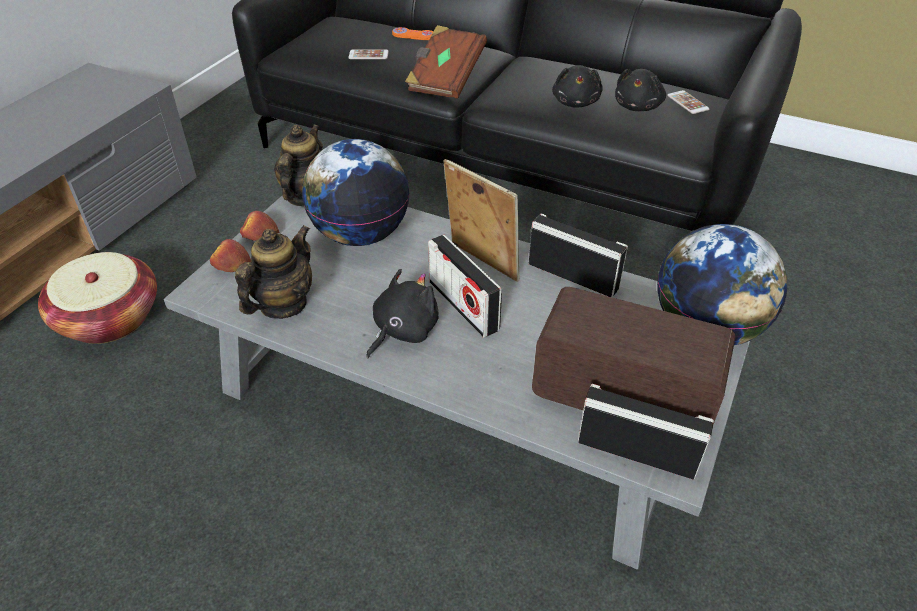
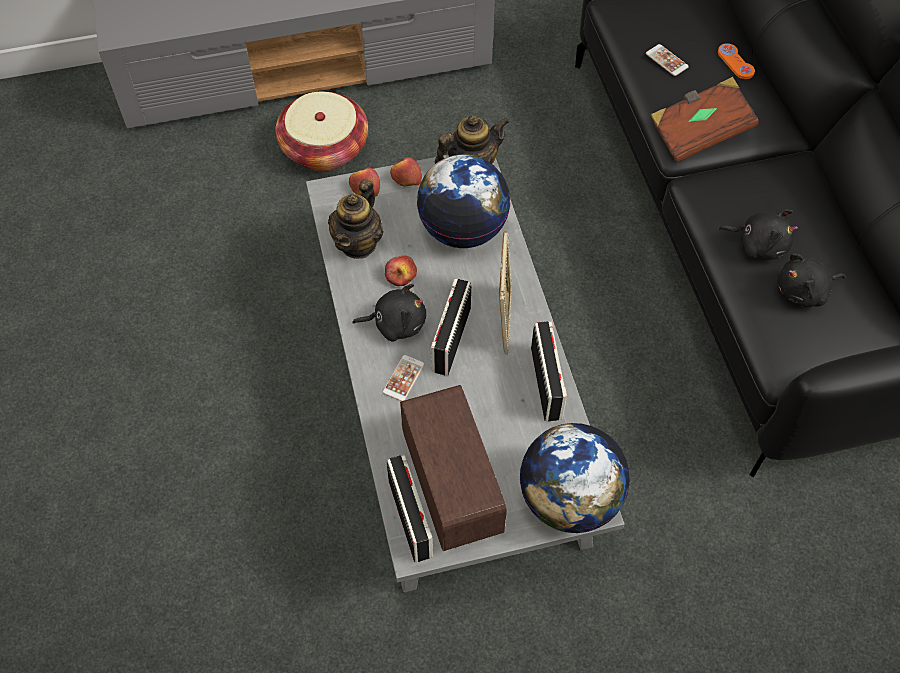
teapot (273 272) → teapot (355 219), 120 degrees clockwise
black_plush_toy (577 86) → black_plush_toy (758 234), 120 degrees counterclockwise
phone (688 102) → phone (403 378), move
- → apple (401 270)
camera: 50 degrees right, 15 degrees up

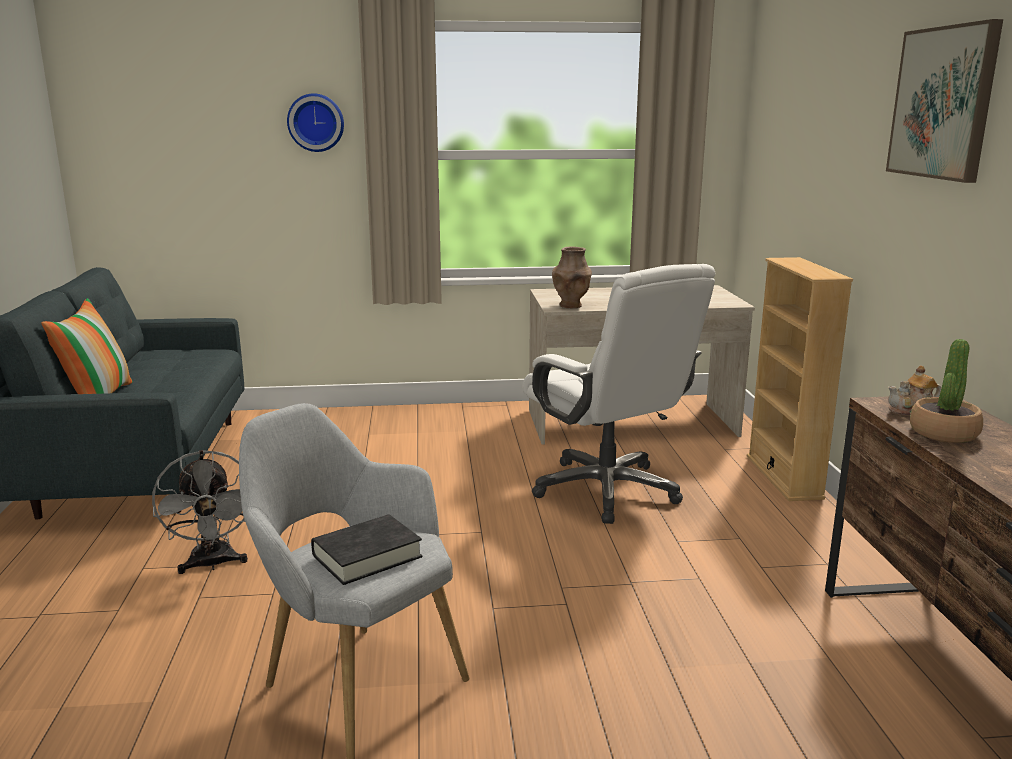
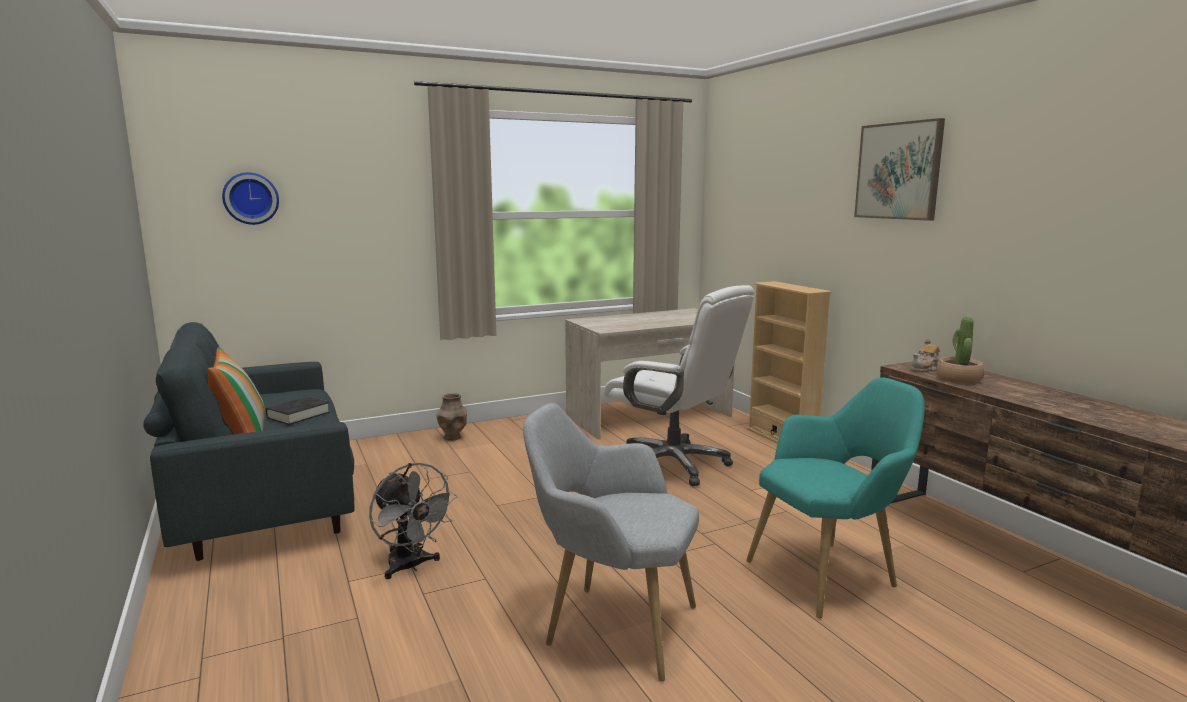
wall_clock (315 123) → wall_clock (250 198), move
black_book (366 550) → black_book (298 411), move
brown_vase (572 277) → brown_vase (451 417), move
- → turquoise_armchair (835 497)
camera: 20 degrees left, 5 degrees down

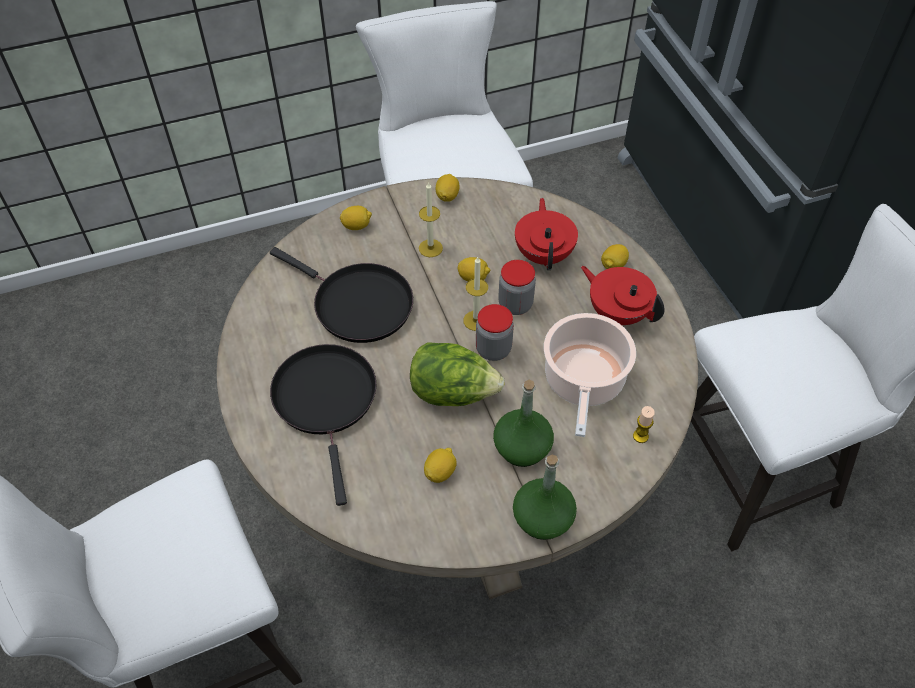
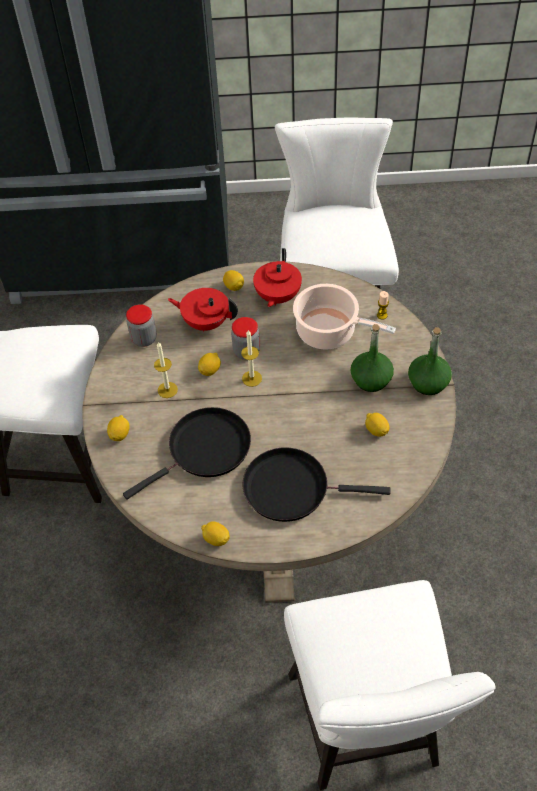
lettuce (457 374) → -
lemon (448 187) → lemon (215 534), move
jar (495 332) → jar (141 325), move
red_teapot (623 295) → red_teapot (277 277), 45 degrees counterclockwise
camera: 70 degrees left, 0 degrees up

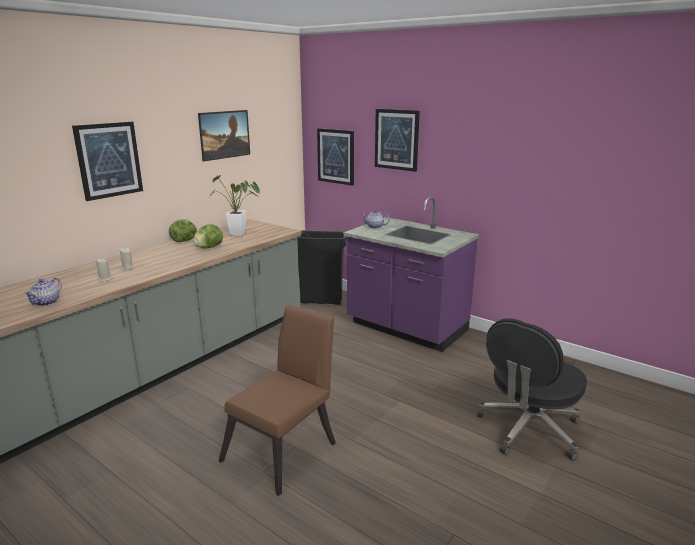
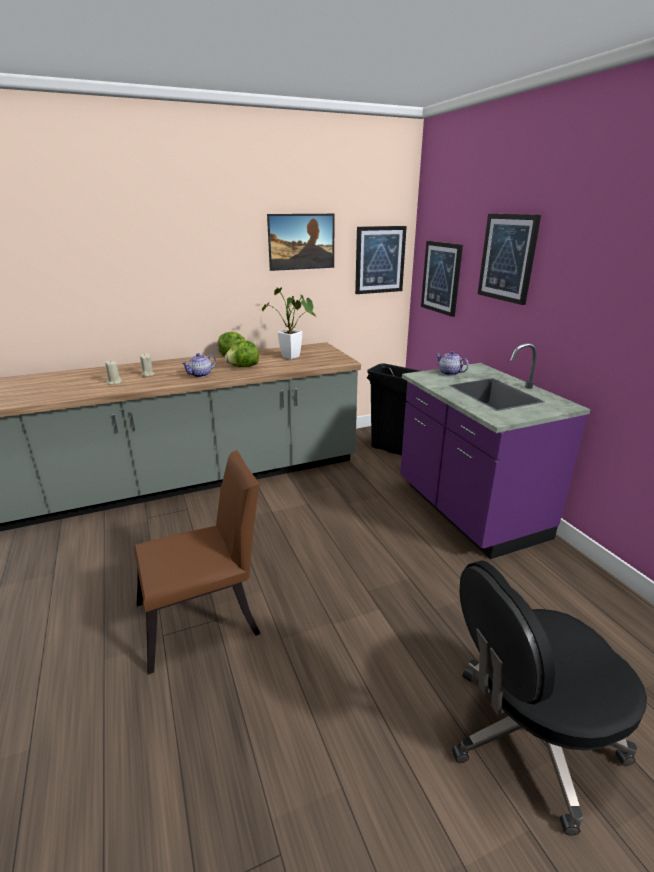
teapot (42 291) → teapot (199 365), move
picture (107 161) → picture (381 260), move
camera: 30 degrees right, 5 degrees up

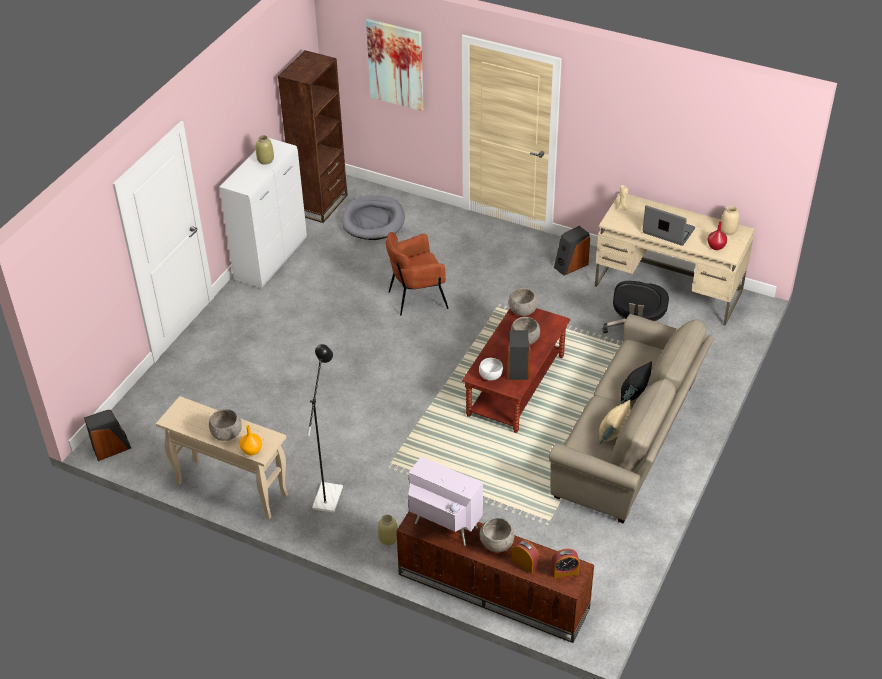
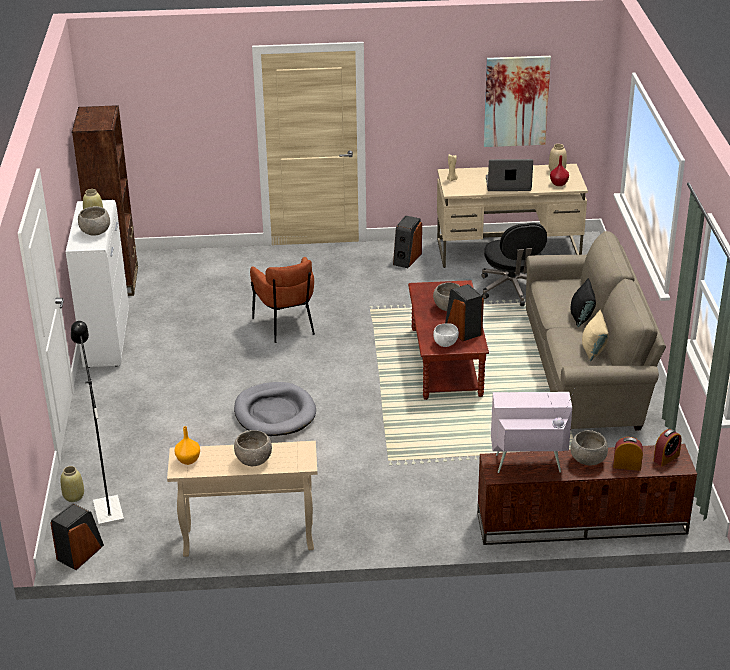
orange_vase (251 440) → orange_vase (187 445), move
black_floor_lamp (325 428) → black_floor_lamp (97 423), move
grey_dog_bed (373 217) → grey_dog_bed (275 409), move
picture (394 65) → picture (517 101), move
beige_vase (388 530) → beige_vase (72 484), move
brown_armchair (417 273) → brown_armchair (282 300), 60 degrees counterclockwise
grey_bowl (523 302) → grey_bowl (94 221), move
camera: 30 degrees left, 10 degrees down

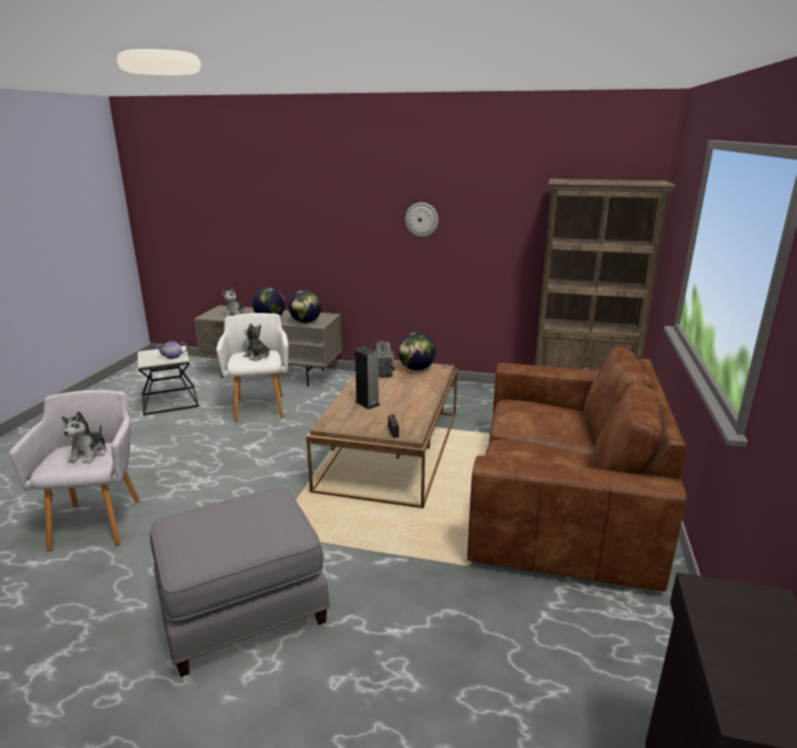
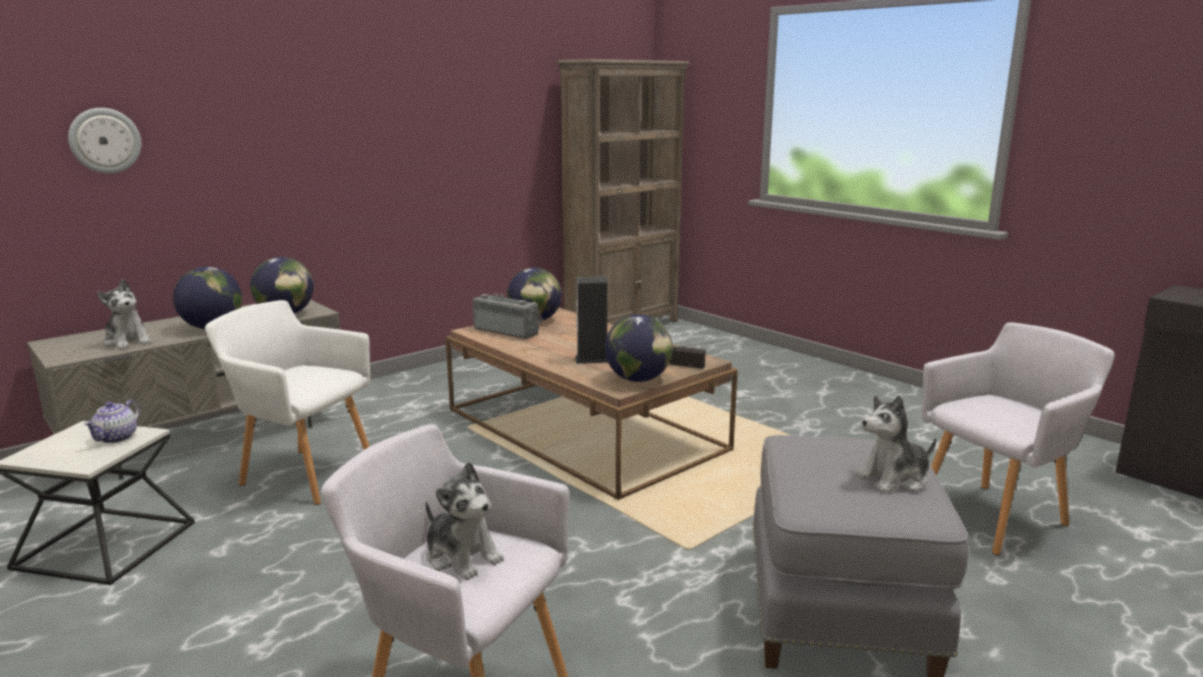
plush_toy (256 342) → plush_toy (895 444), move
wall_clock (422 219) → wall_clock (104 141), move
brown_sofa (577 469) → -
- → globe (639 348)
- → grey_armchair (1018 438)
camera: 55 degrees left, 5 degrees down

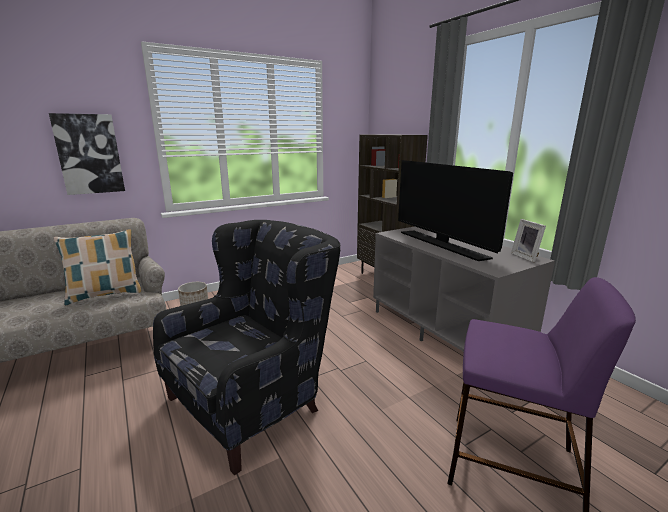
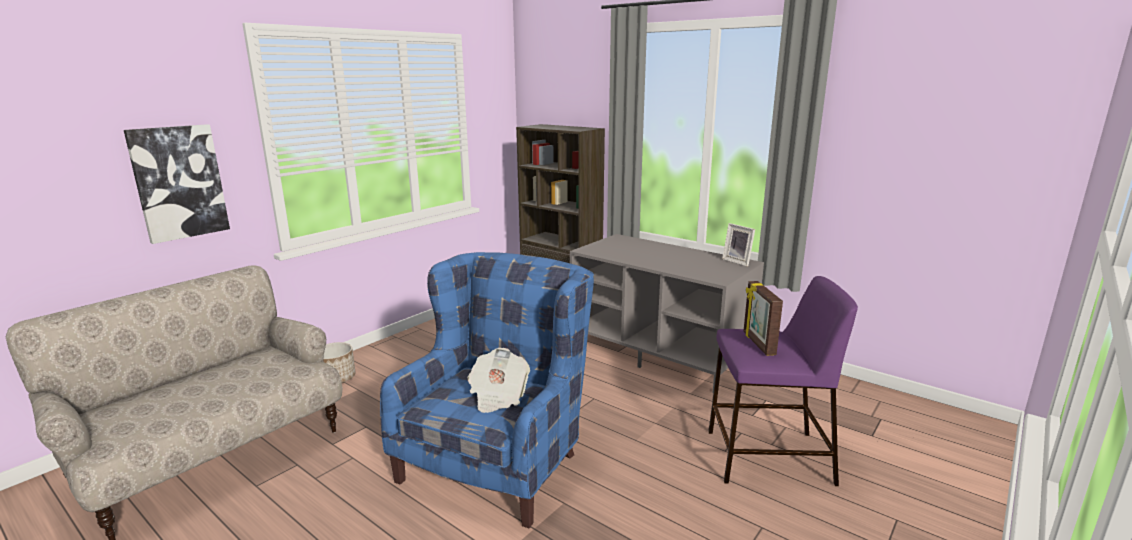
pillow (97 267) → -
black_armchair (246 348) → blue_armchair (487 390)
television (455 210) → -
- → newspaper (499 380)
- → picture_frame (763 318)
camera: 20 degrees left, 0 degrees up

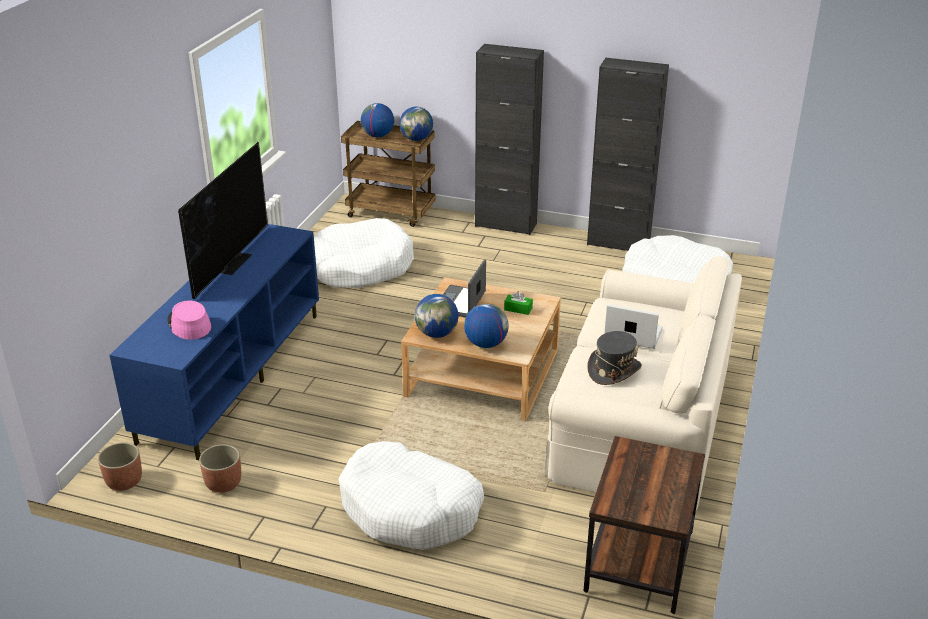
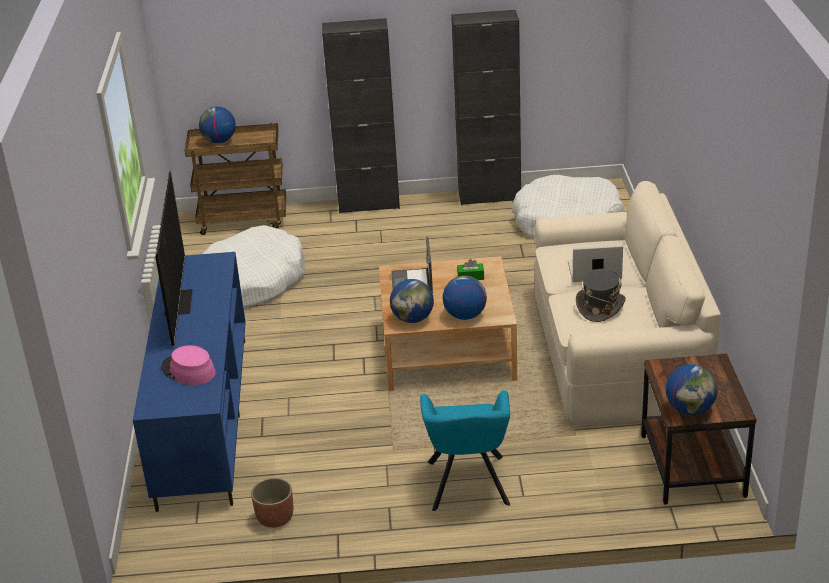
planter (120 466) → -
white_dog_bed (411 495) → turquoise_armchair (465 450)
globe (416 124) → globe (691 389), move
camera: 20 degrees left, 0 degrees up

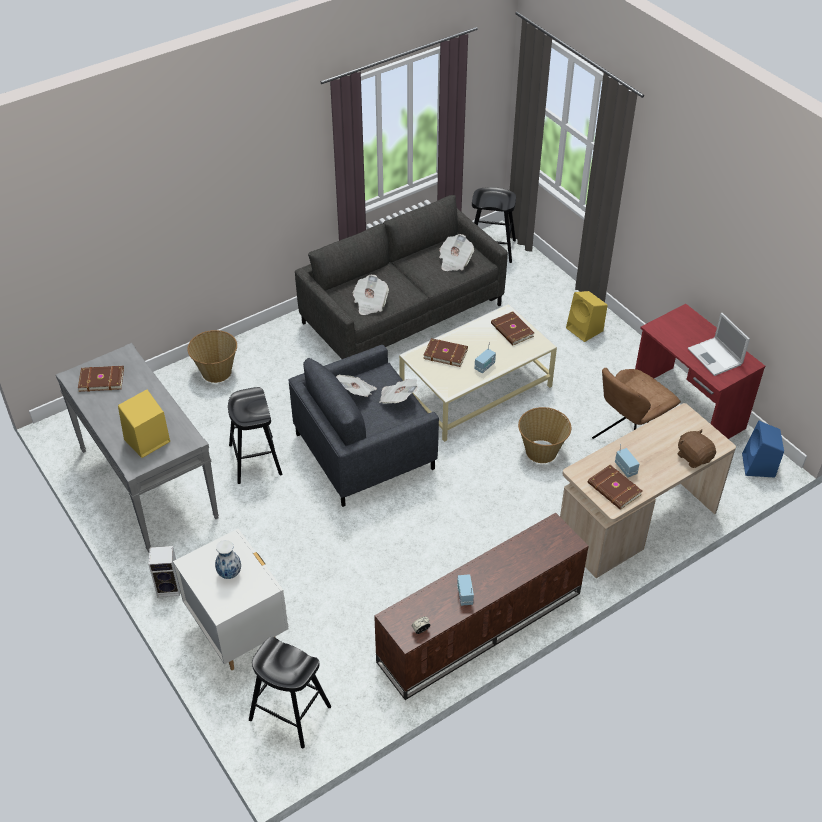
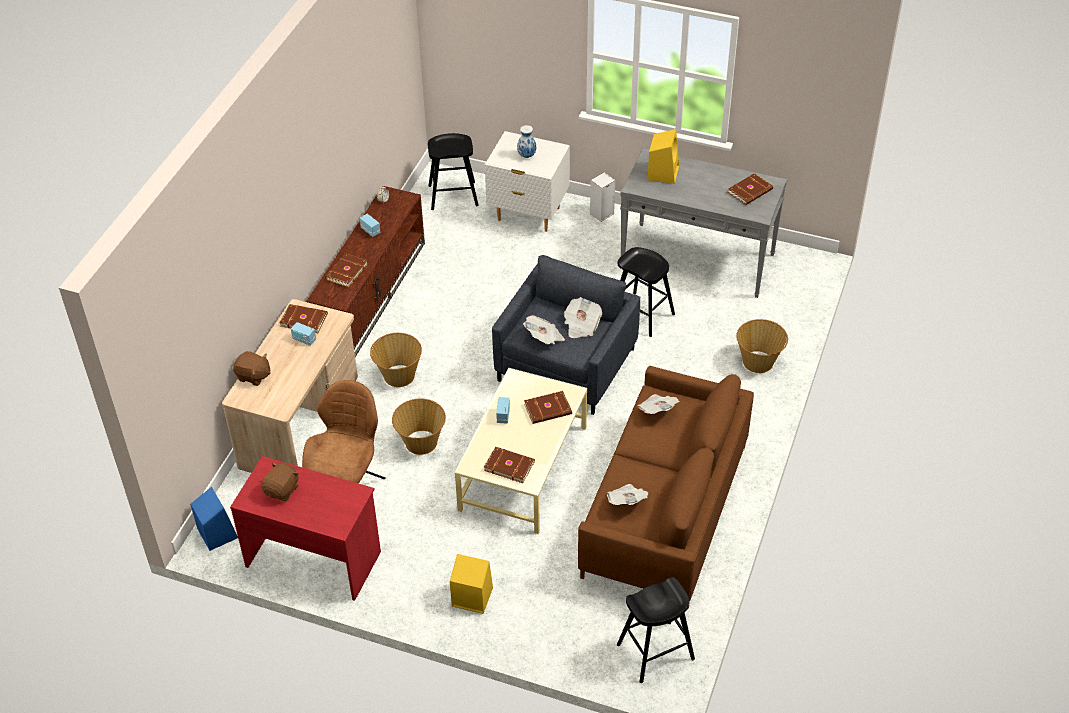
grey_sofa (401 277) → brown_sofa (666 488)
laptop (719 344) → brown_plush_toy (280 482)
- → brown_book (346 270)
- → basket (396 360)
camera: 145 degrees right, 0 degrees up

